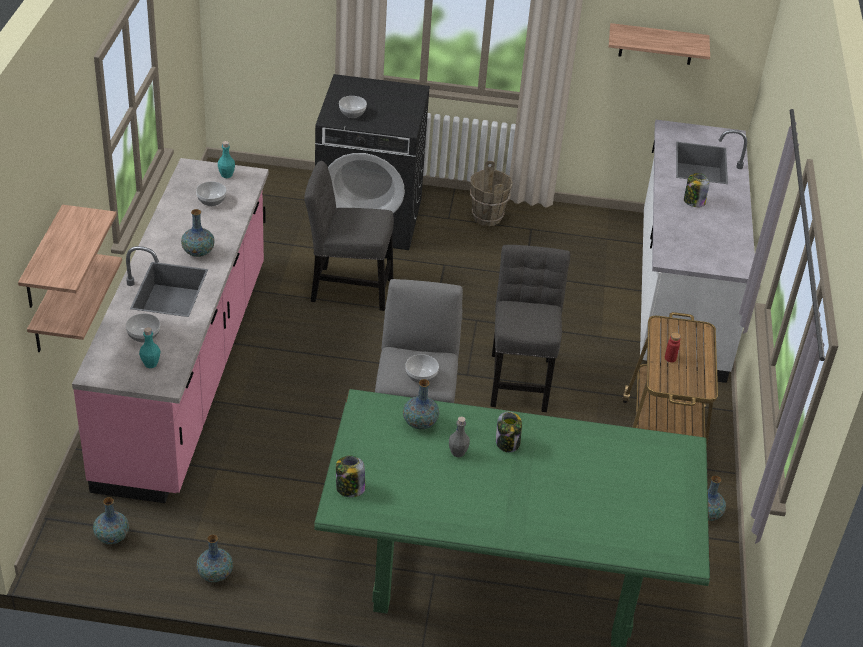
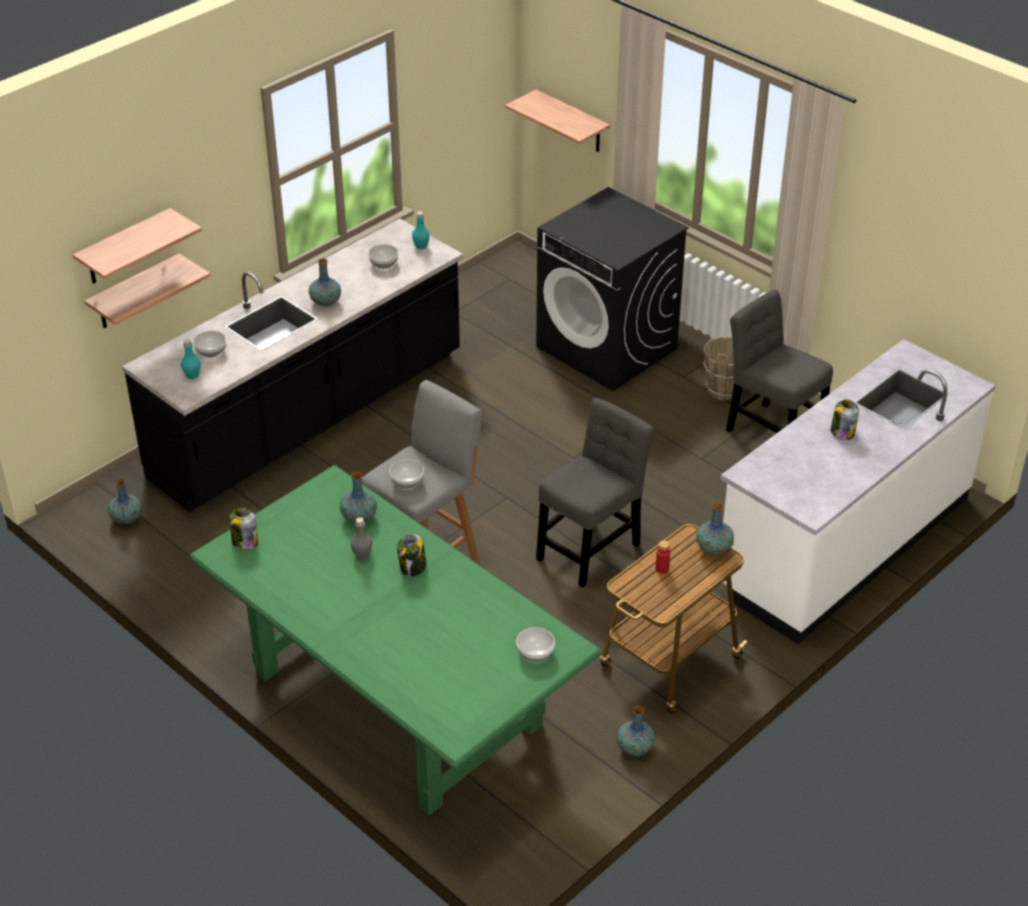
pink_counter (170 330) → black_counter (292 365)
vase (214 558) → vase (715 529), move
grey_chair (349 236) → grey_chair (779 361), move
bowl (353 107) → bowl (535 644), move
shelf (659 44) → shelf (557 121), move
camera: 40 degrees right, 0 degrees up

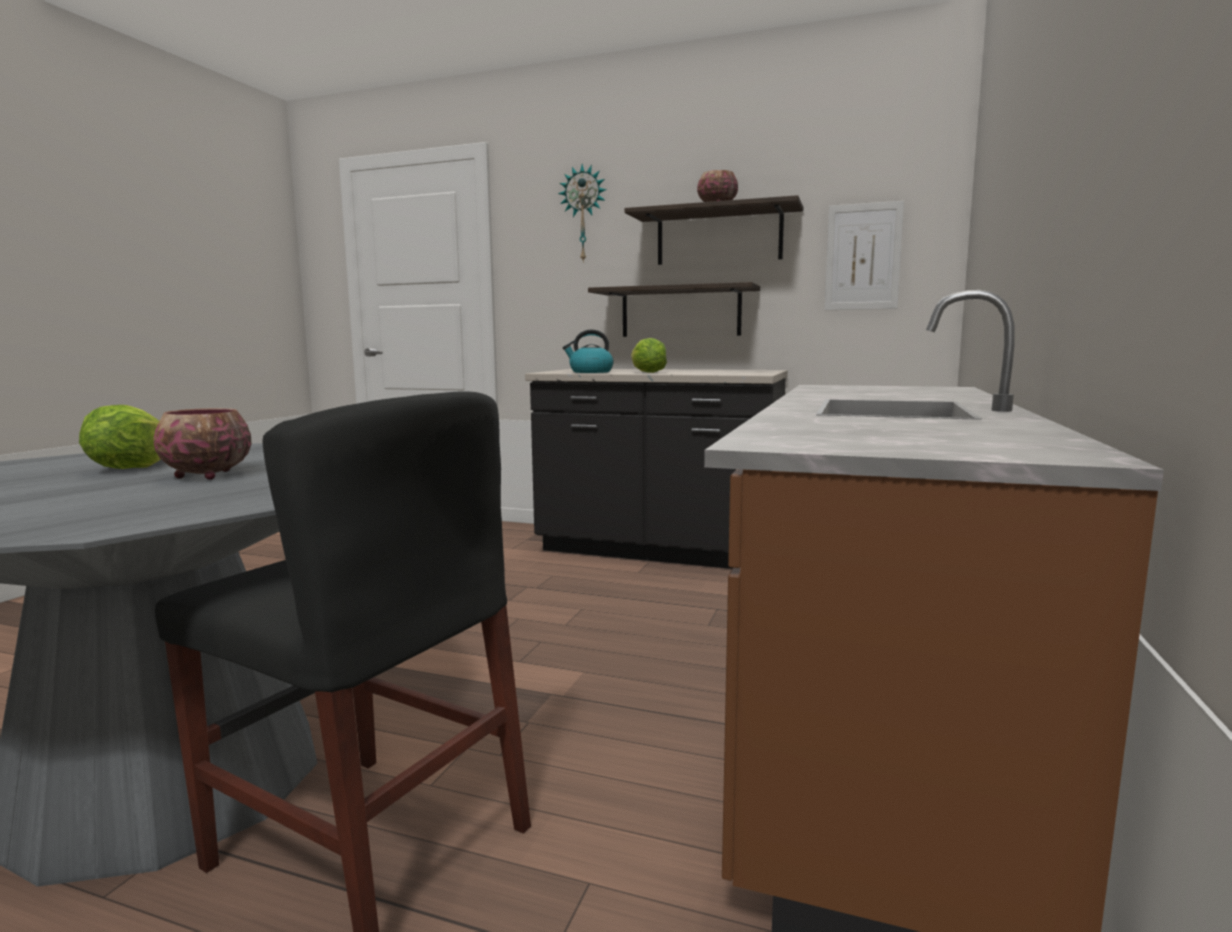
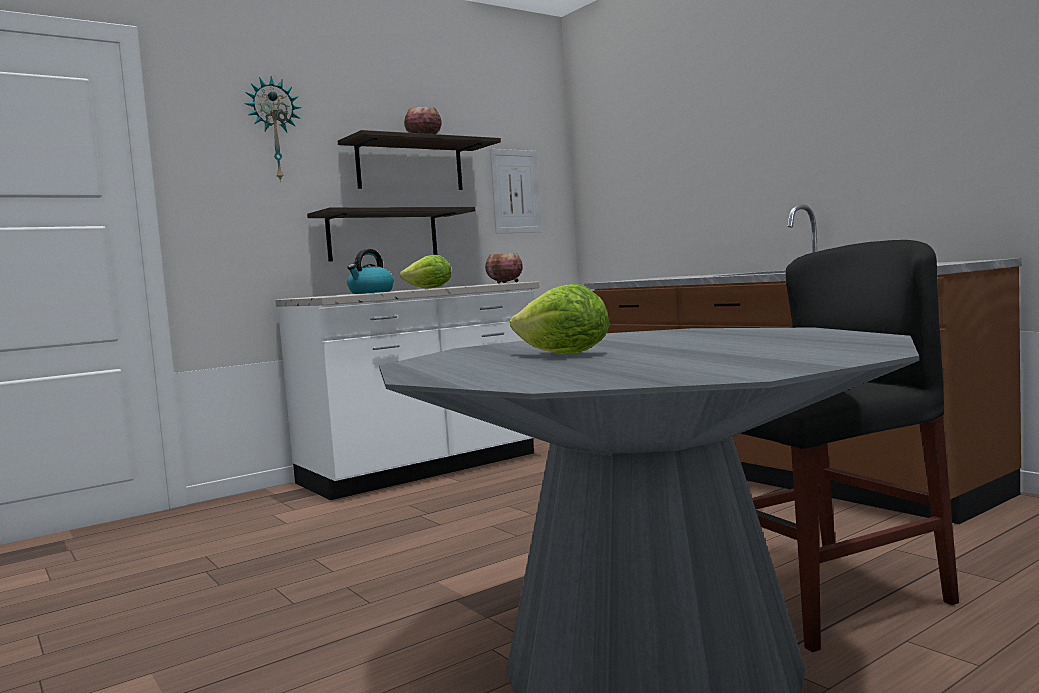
bowl (202 444) → bowl (504 268), move
black_counter (656 469) → white_counter (407 390)
camera: 55 degrees left, 5 degrees down

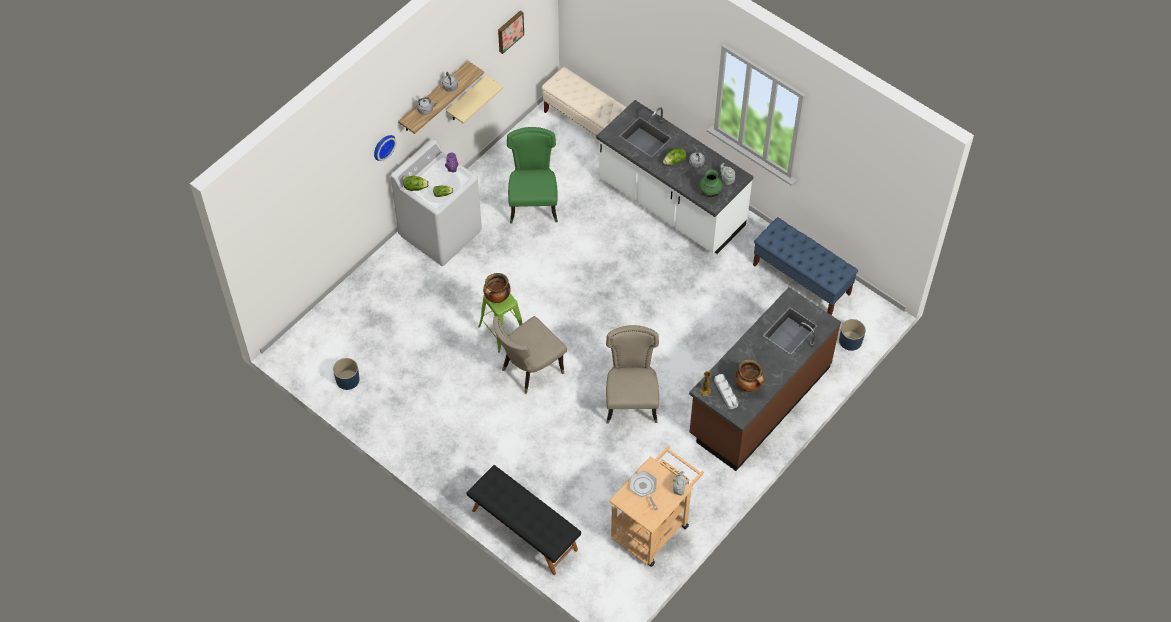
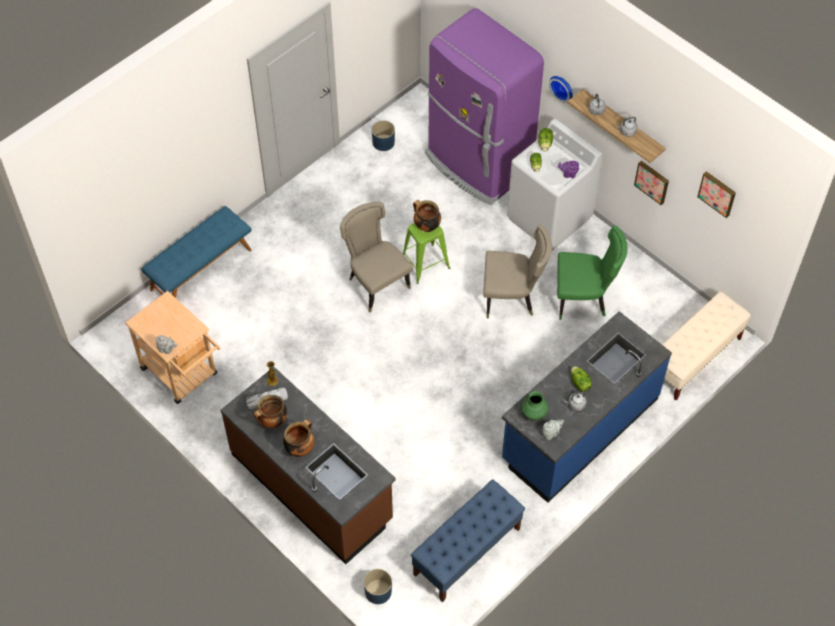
beige_shelf (474 100) → picture (651 183)
black_bench (524 520) → blue_bench (196 252)
white_counter (675 177) → blue_counter (587 407)
beige_chair (632 374) → beige_chair (517 271), move
frying_pan (643 491) → -
- → cooking_pot (298 438)
- → purple_fridge (484 106)
camera: 95 degrees right, 0 degrees up

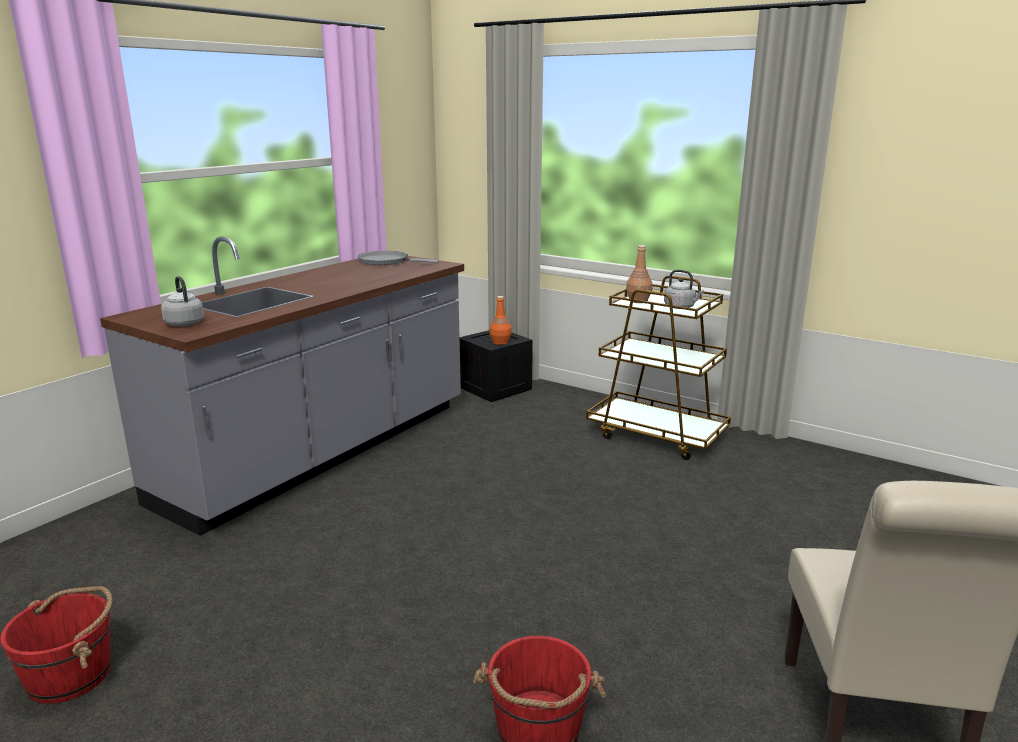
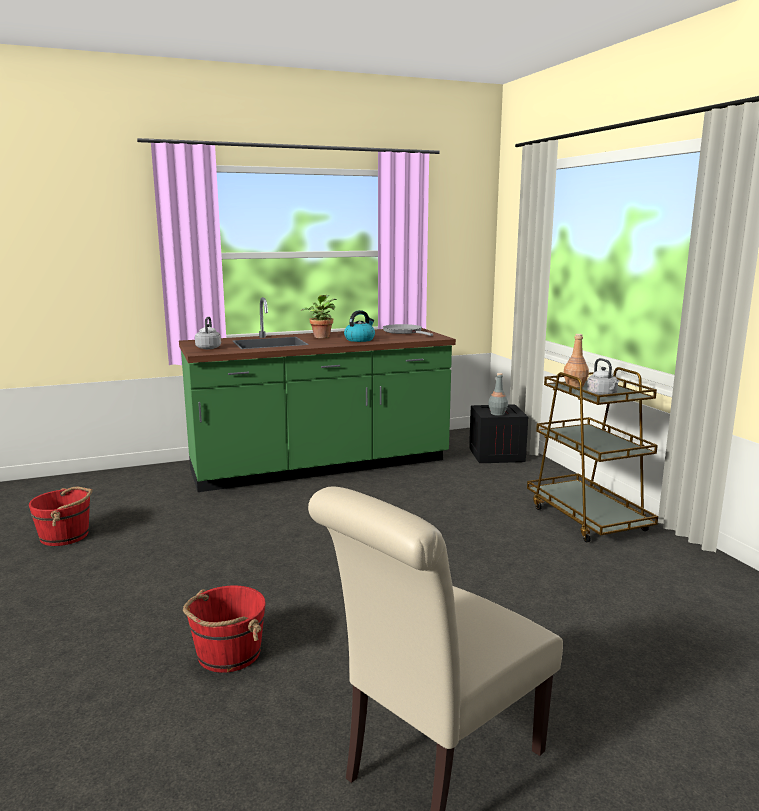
grey_counter (282 386) → green_counter (317 394)
orange_bottle (500 320) → grey_bottle (498 394)
- → potted_plant (319 316)
- → kettle (359 326)
camera: 35 degrees right, 5 degrees down

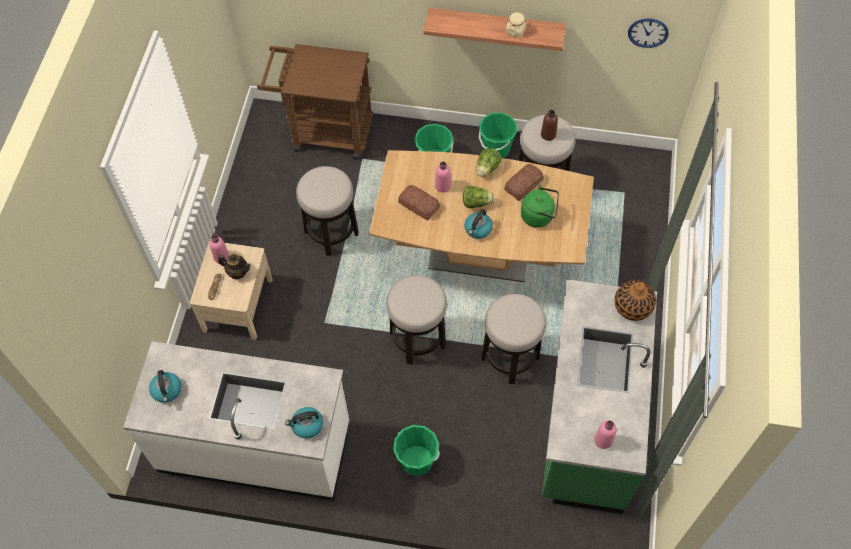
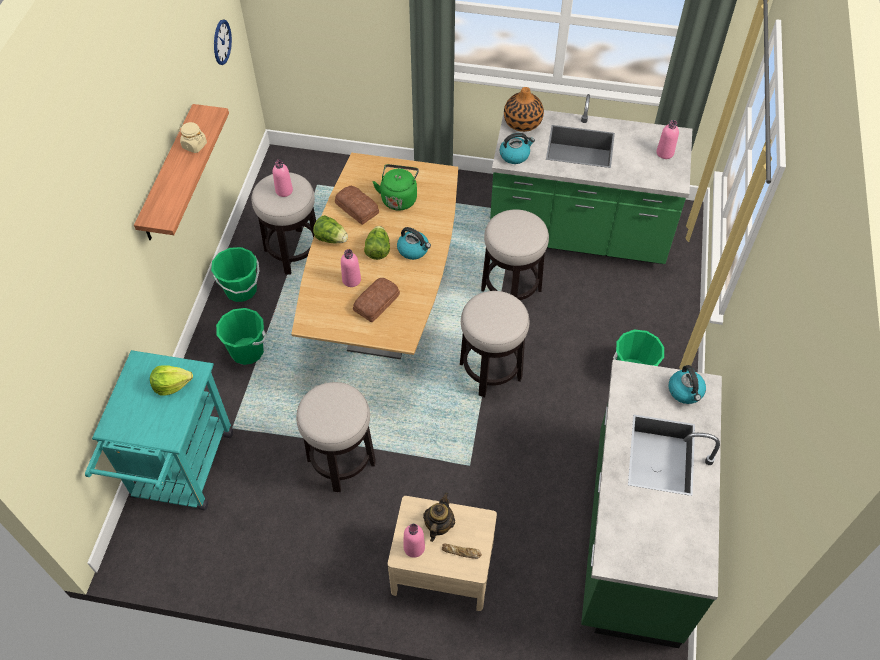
white_counter (236 420) → green_counter (651 504)
kettle (165 386) → kettle (517 148), move
brown_cart (315 102) → turquoise_cart (159 430)
brown_bottle (549 125) → pink_bottle (283 178)
- → lettuce (171 381)
camera: 90 degrees left, 5 degrees down

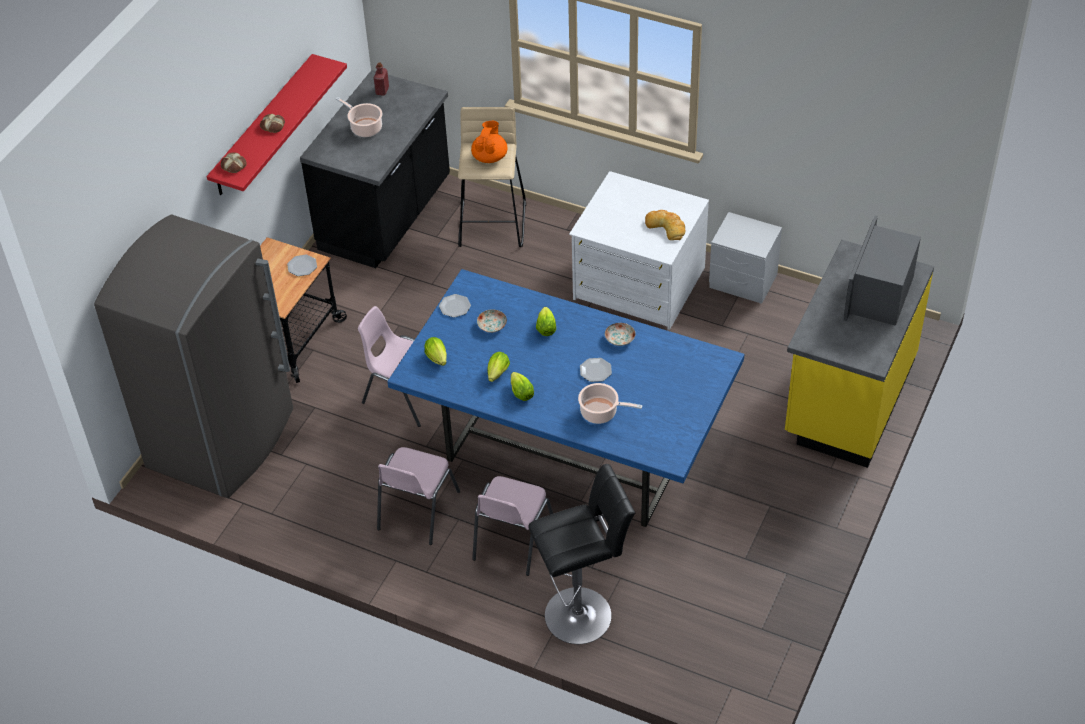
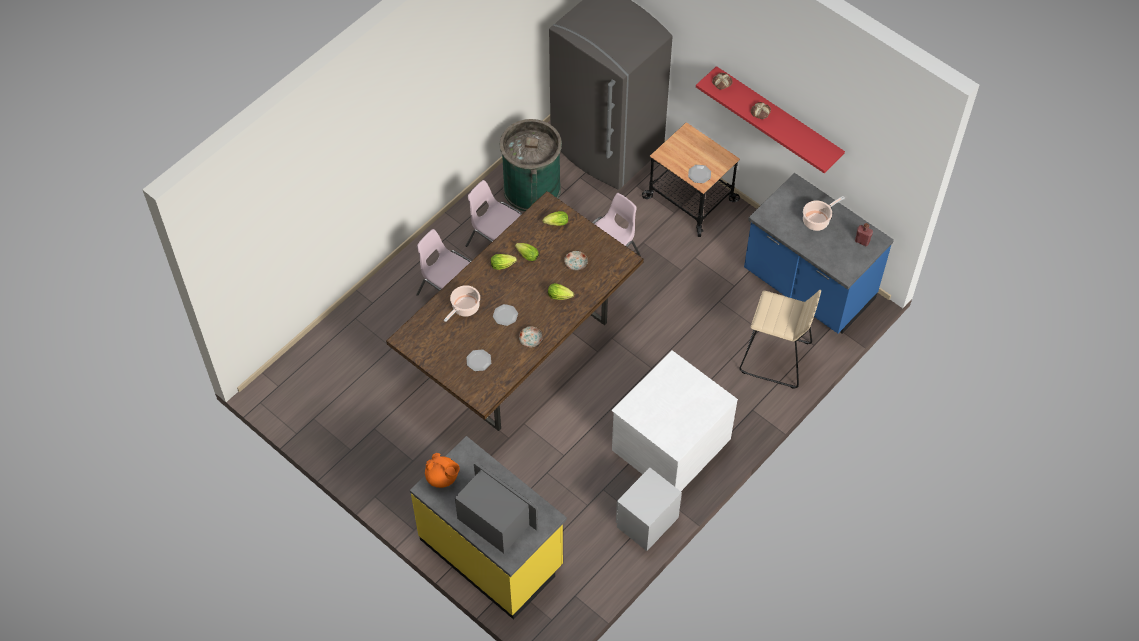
black_counter (375 169) → blue_counter (819 253)
blue_dining_table (566 398) → brown_dining_table (515 311)
plate (455 305) → plate (478 360), move
orange_teapot (489 142) → orange_teapot (442 470), move
black_stool (581 554) → -
bread (665 225) → -
- → green_trash_can (530 165)
camera: 105 degrees right, 10 degrees up

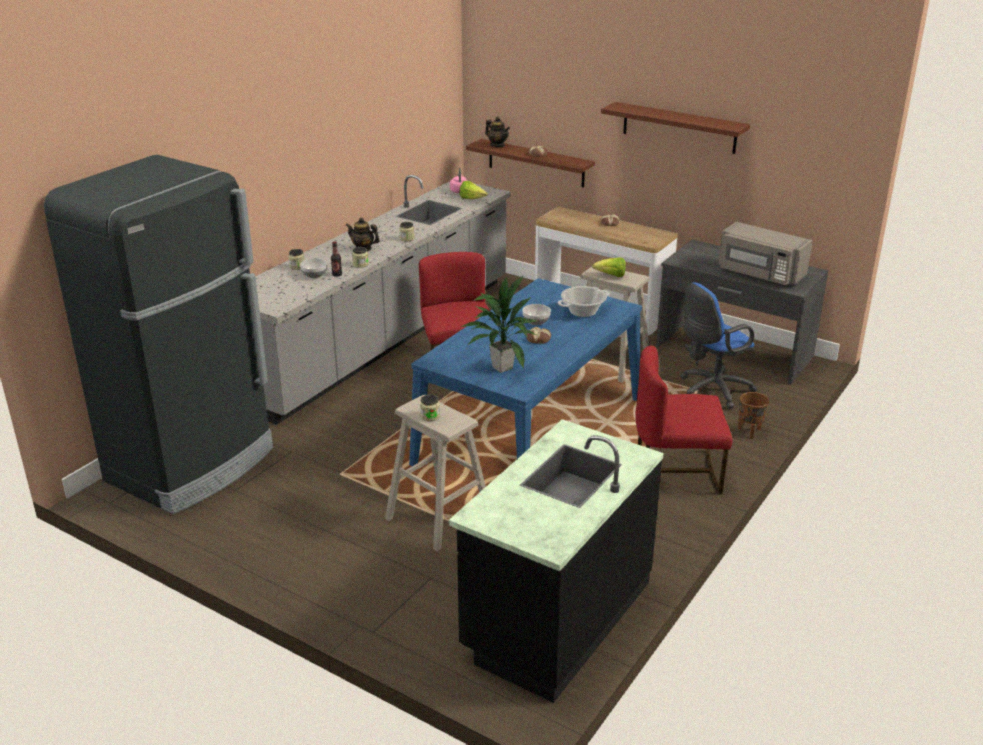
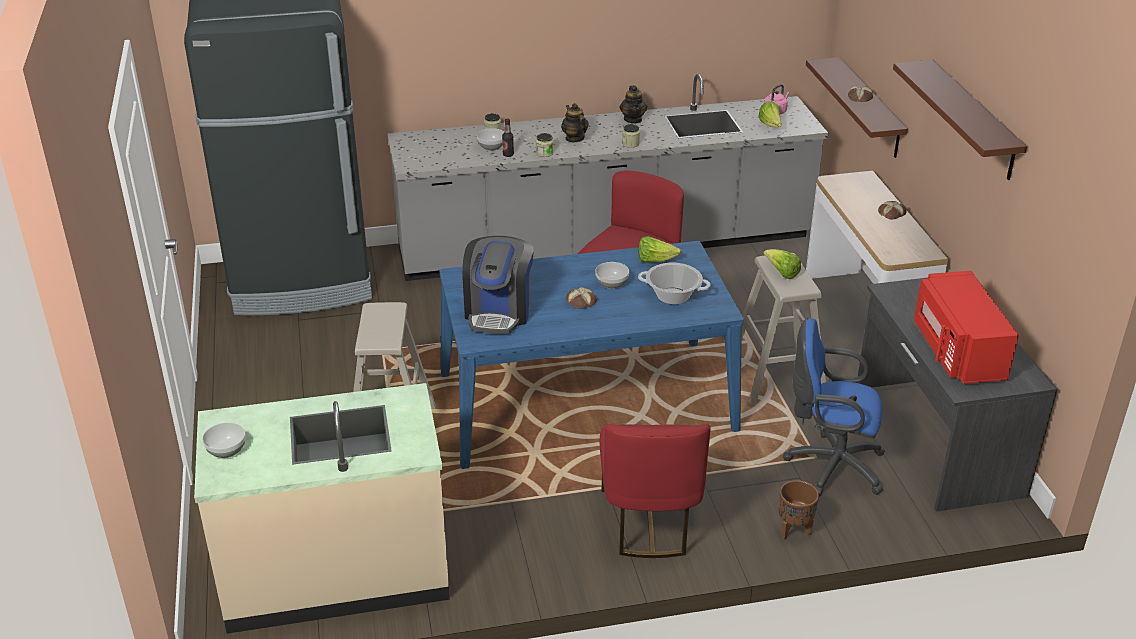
jar (430 408) → -
black_counter (556 561) → beige_counter (322 508)
potted_plant (499 324) → coffee_machine (498 285)
teapot (497 132) → teapot (633 104), move
red_chair (683 420) → red_chair (655 491), 135 degrees counterclockwise
grey_microwave (765 254) → red_microwave (966 327)
- → bowl (223 440)
- → lettuce (660 249)
camera: 45 degrees right, 5 degrees up

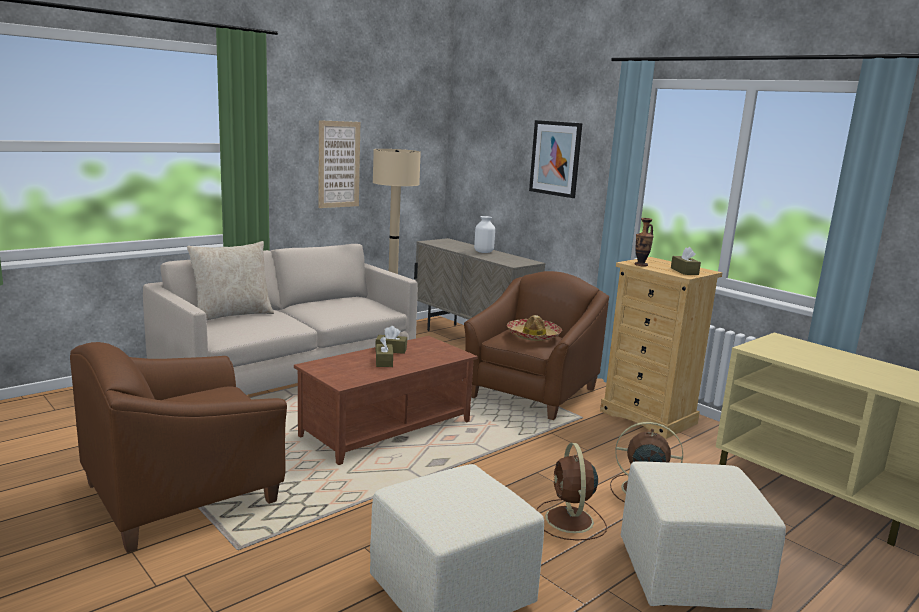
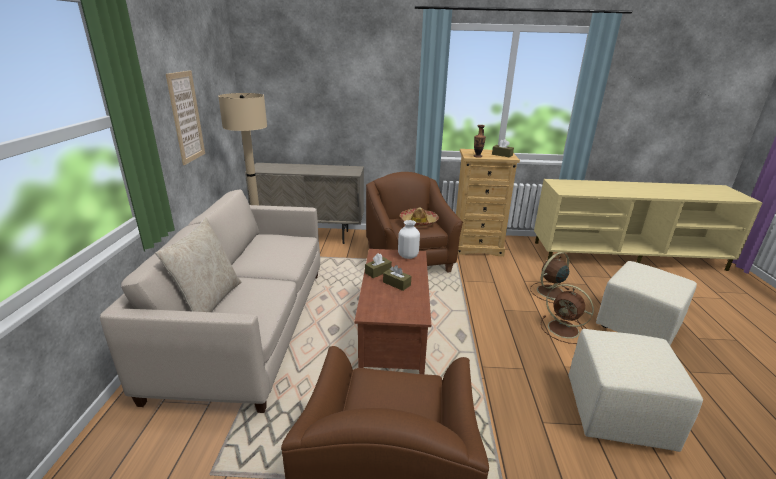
white_vase (484 234) → white_vase (409 239), move
picture (555 159) → -
camera: 45 degrees left, 10 degrees up

